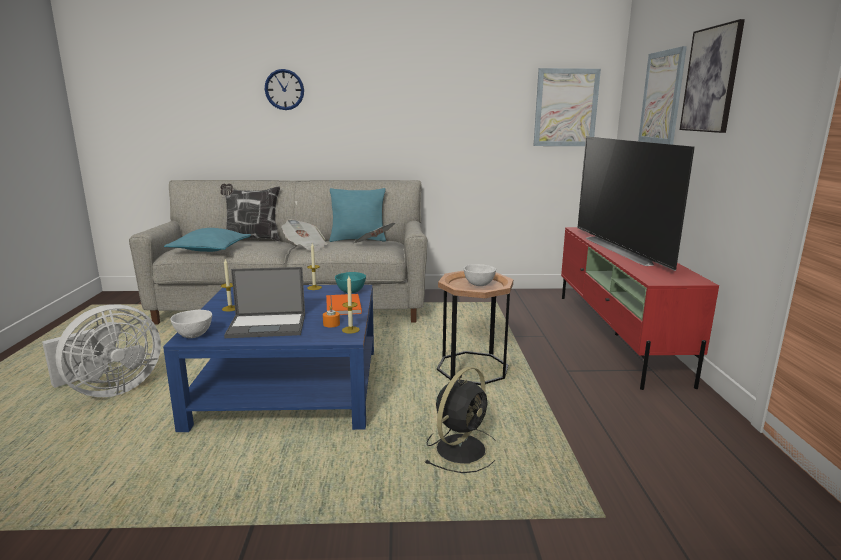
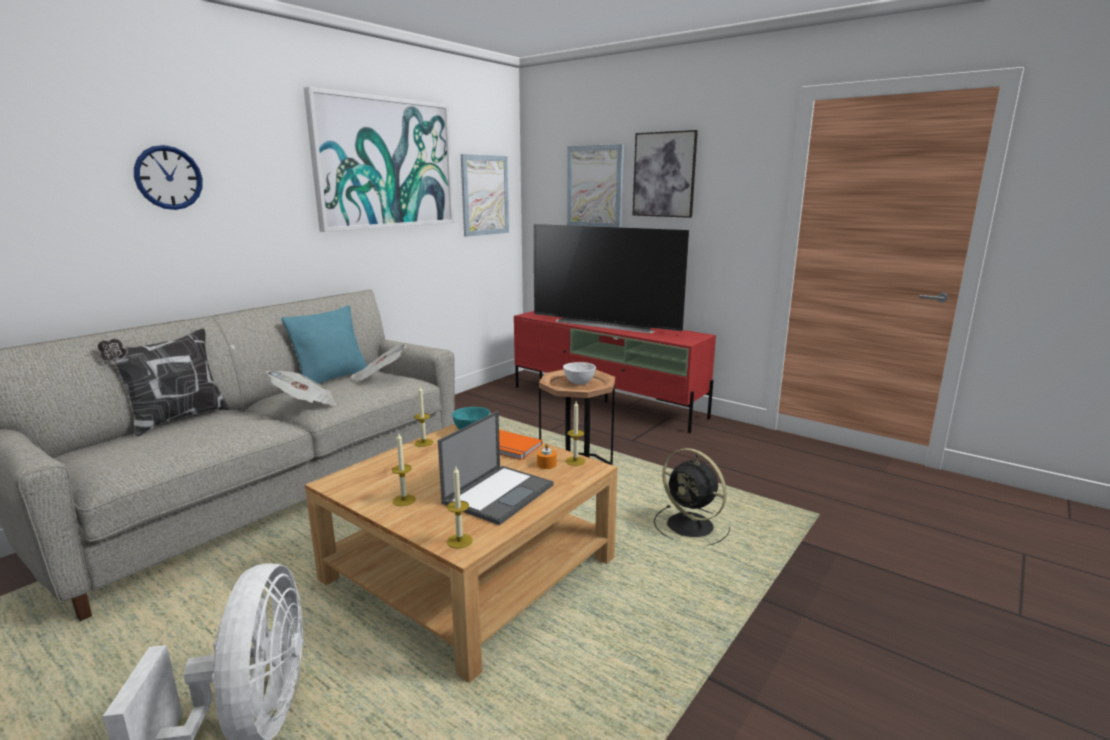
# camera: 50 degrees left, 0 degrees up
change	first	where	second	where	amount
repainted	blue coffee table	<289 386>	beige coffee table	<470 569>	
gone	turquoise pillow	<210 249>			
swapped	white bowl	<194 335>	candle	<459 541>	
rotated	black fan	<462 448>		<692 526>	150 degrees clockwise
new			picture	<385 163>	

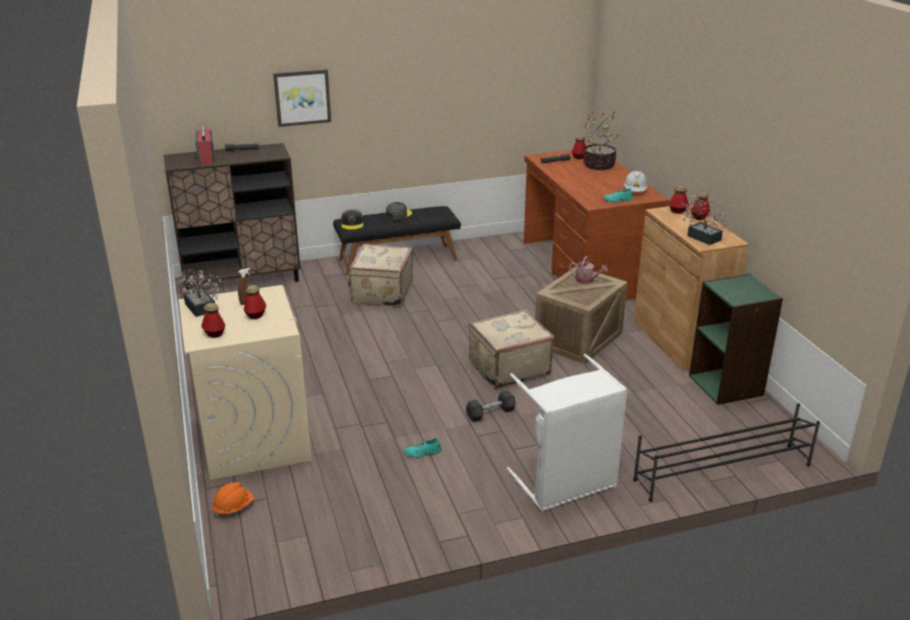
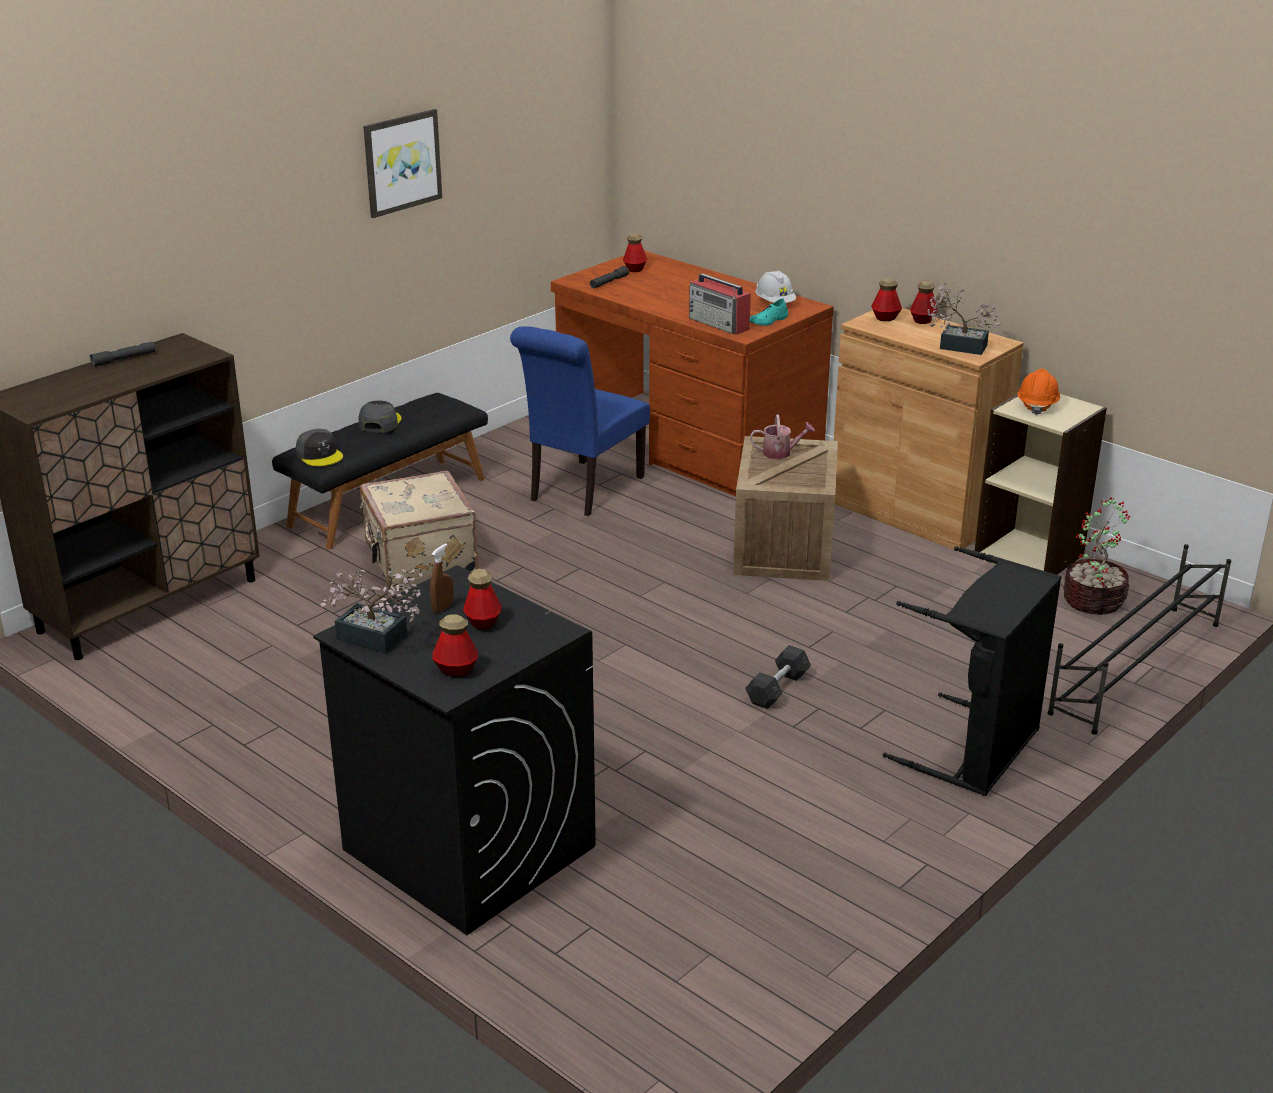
# camera: 30 degrees left, 0 degrees up
change	first	where	second	where	amount
repainted	beige washing machine	<254 438>	black washing machine	<467 847>	
shifted	radio	<206 158>		<719 324>	
shifted	orange hard hat	<233 508>		<1037 405>	
shifted	picture	<302 97>		<402 162>	
gone	turquoise shoe	<422 453>			
gone	beige suitcase	<508 368>			
repainted	white laundry basket	<566 485>	black laundry basket	<977 750>	
shifted	potted plant	<599 165>		<1093 600>	
repainted	green bookcase	<726 385>	beige bookcase	<1029 555>	
new			blue chair	<582 491>	

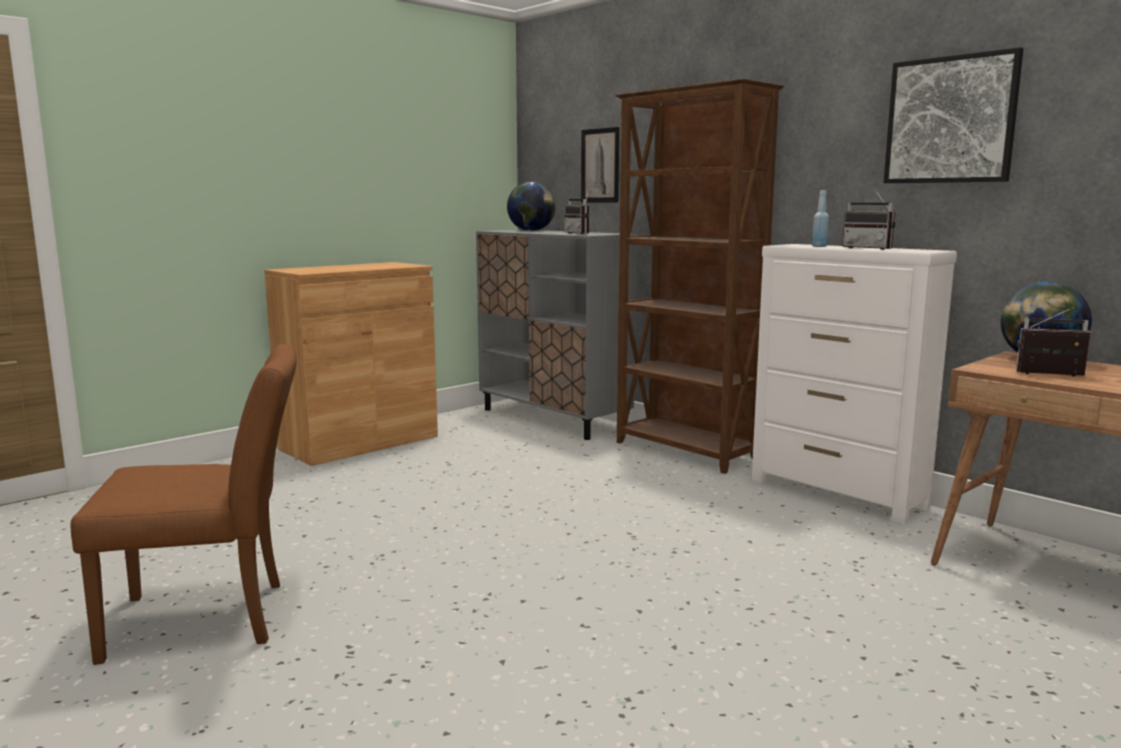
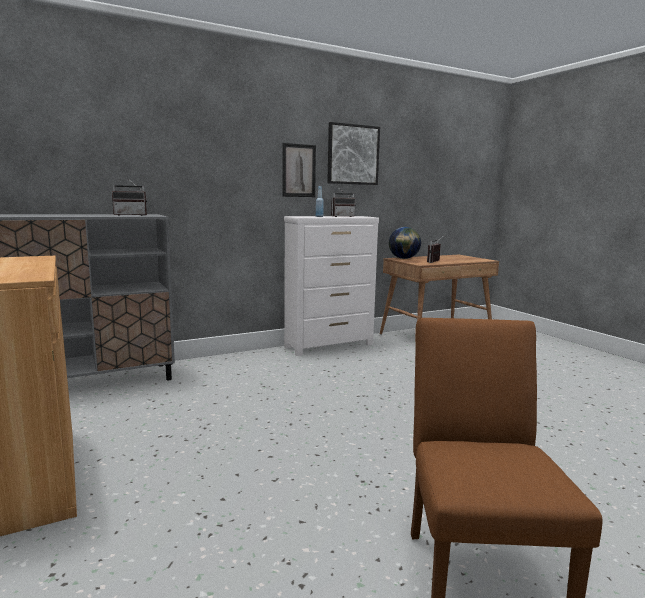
# camera: 75 degrees left, 0 degrees up
change	first	where	second	where	amount
gone	globe	<531 231>			
shifted	picture	<600 165>		<298 170>	
gone	brown bookcase	<685 452>			

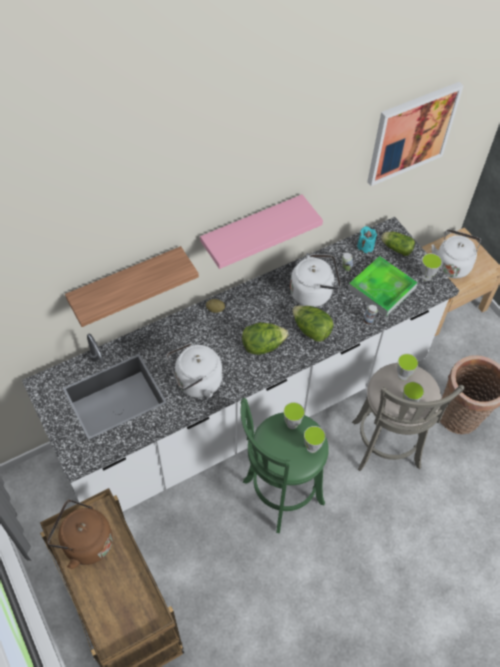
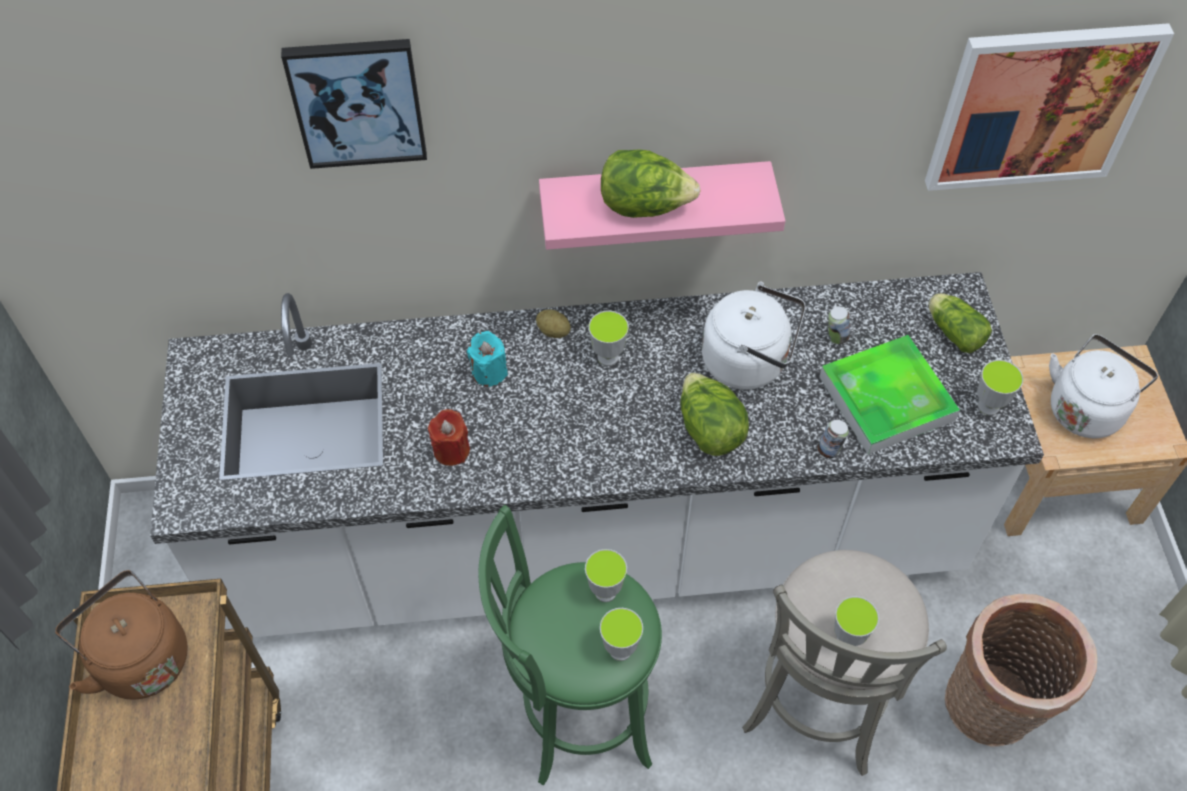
# camera: 25 degrees right, 0 degrees up
change	first	where	second	where	amount
gone	shelf	<126 283>			
swapped	white kettle	<196 383>	red candle	<451 450>	
shifted	lettuce	<263 346>		<644 206>	
shifted	turquoise candle	<365 246>		<489 372>	
shifted	cup	<403 375>		<608 357>	
new			picture	<357 102>	

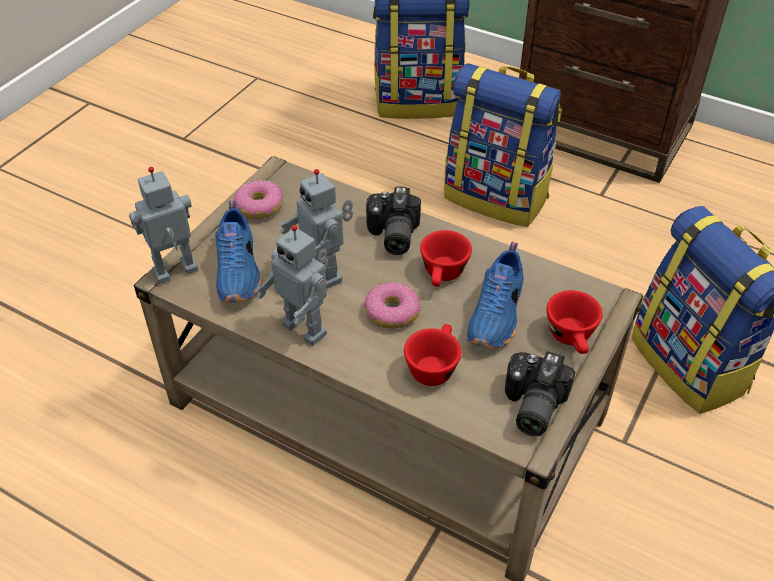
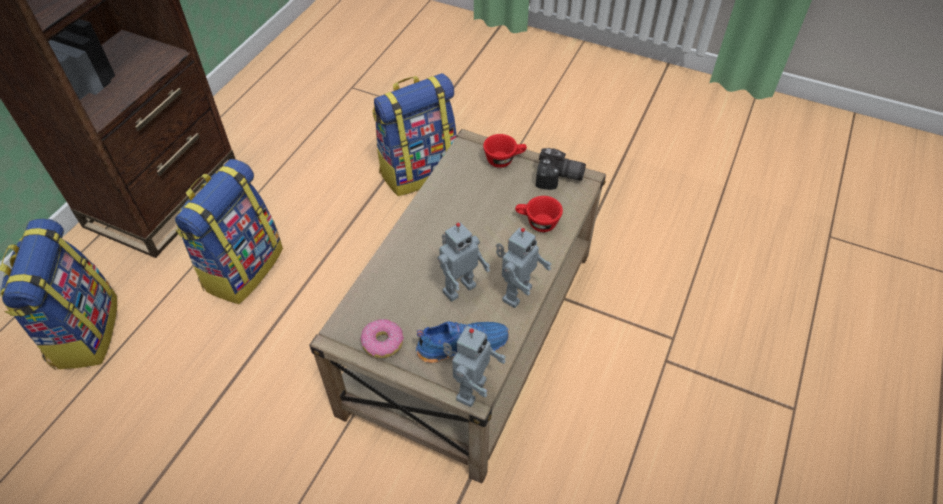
# camera: 95 degrees left, 5 degrees up
change	first	where	second	where	amount
rotated	toy robot	<176 273>		<469 389>	120 degrees counterclockwise
gone	donut	<392 312>			
gone	photo camera	<391 235>			
gone	red cup	<443 276>			
gone	blue shoe	<497 315>			

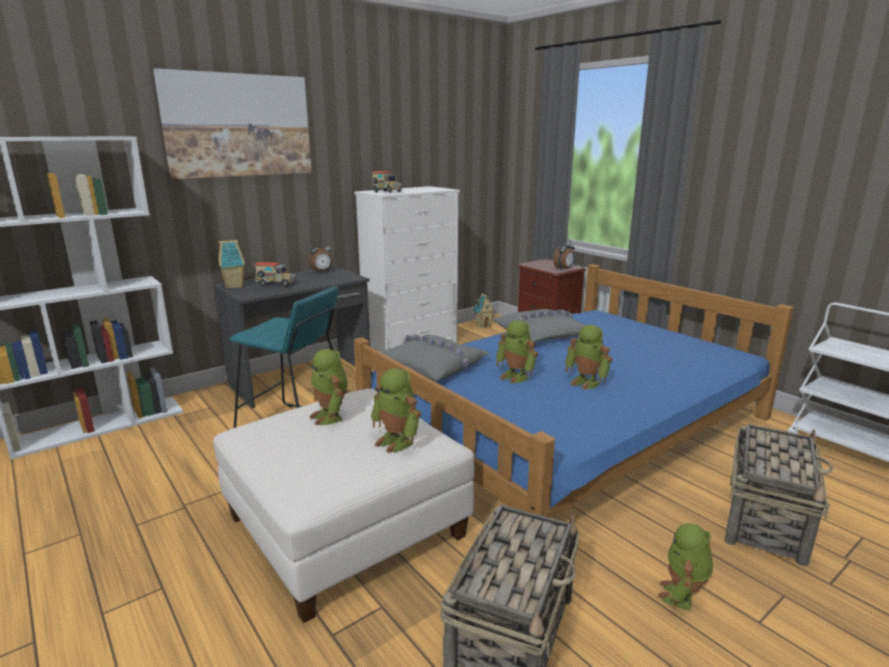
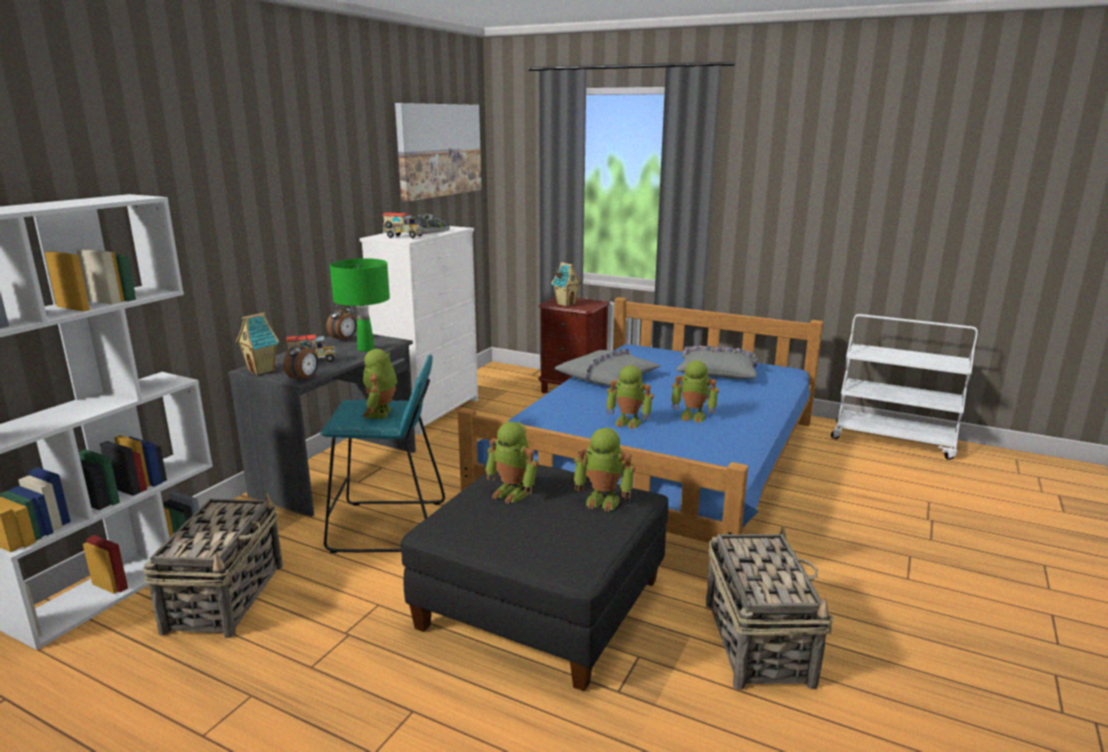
# camera: 25 degrees left, 0 degrees up
change	first	where	second	where	amount
shifted	picture	<238 125>		<439 150>	
repainted	white ottoman	<346 526>	black ottoman	<542 603>	
shifted	grey pillow	<432 366>		<717 371>	
shifted	toy house	<483 326>		<566 304>	
shifted	alarm clock	<564 269>		<304 379>	
shifted	toy robot	<682 596>		<381 413>	
shifted	basket	<765 519>		<226 596>	
new			green table lamp	<366 349>	
new			shoe	<433 231>	

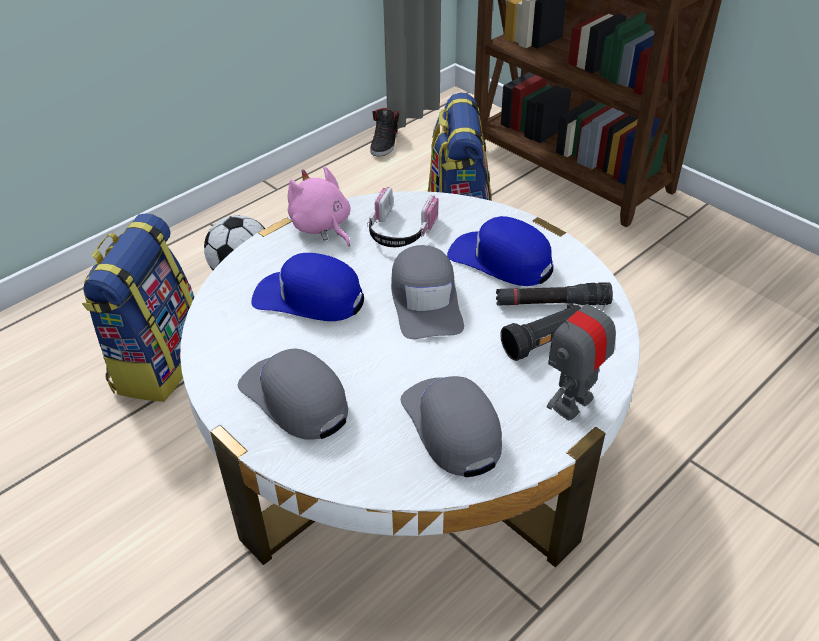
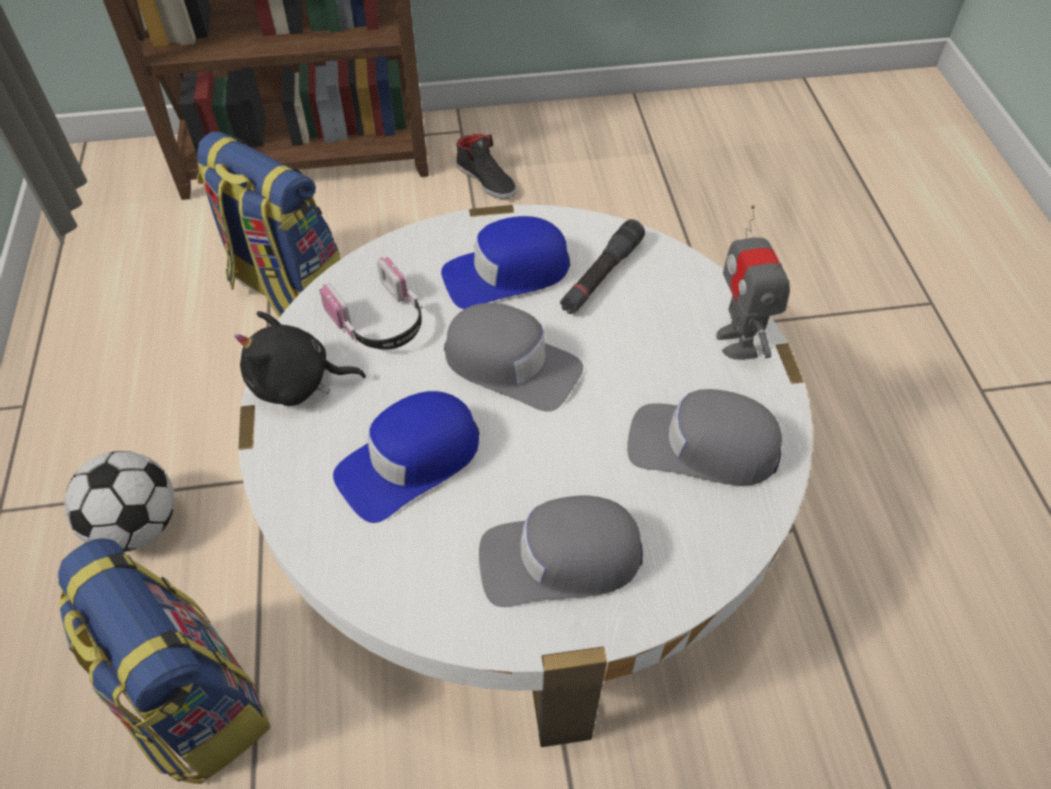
# camera: 55 degrees left, 10 degrees up
change	first	where	second	where	amount
repainted	pink plush toy	<322 227>	black plush toy	<297 383>	
shifted	black shoe	<385 143>		<487 179>	
gone	black flashlight	<544 342>			

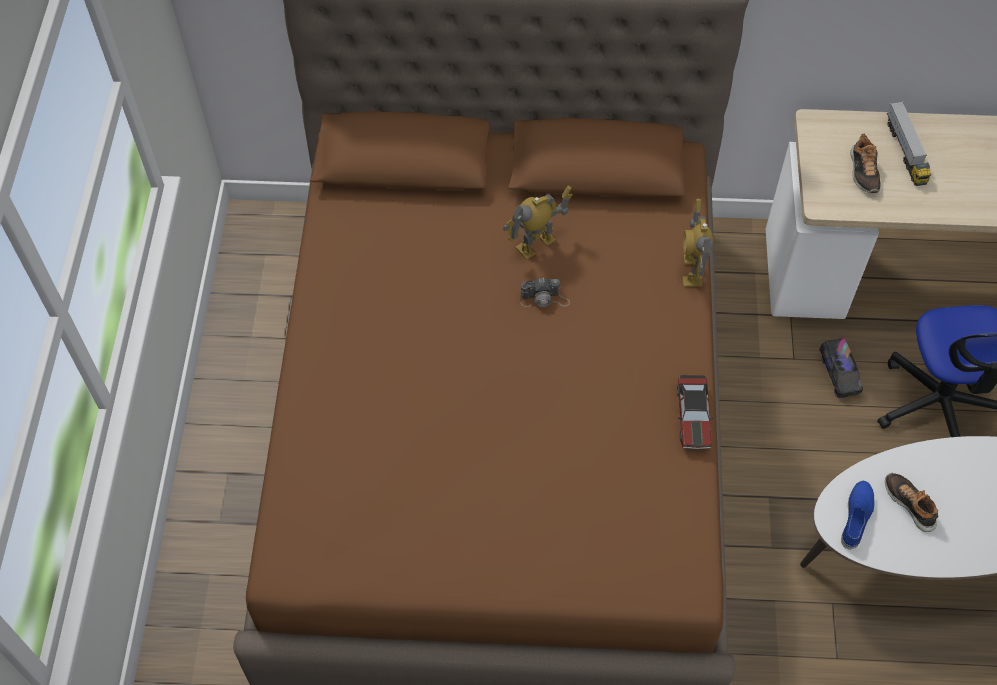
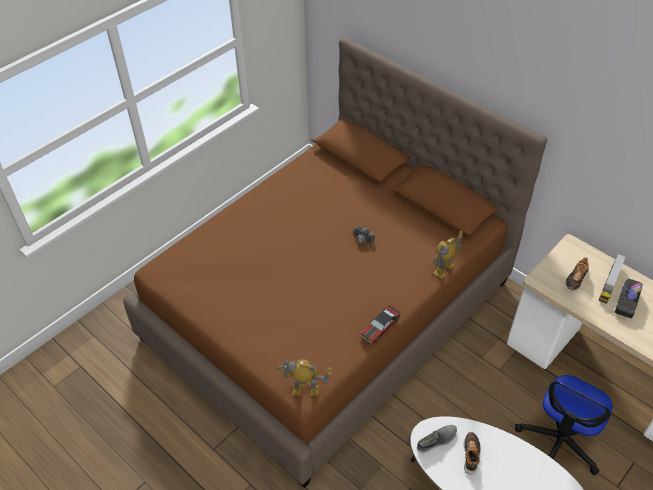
# camera: 40 degrees right, 10 degrees down
change	first	where	second	where	amount
shifted	toy robot	<536 245>		<305 390>	
shifted	toy truck	<839 373>		<626 303>	
repainted	blue shoe	<856 517>	grey shoe	<437 440>	

